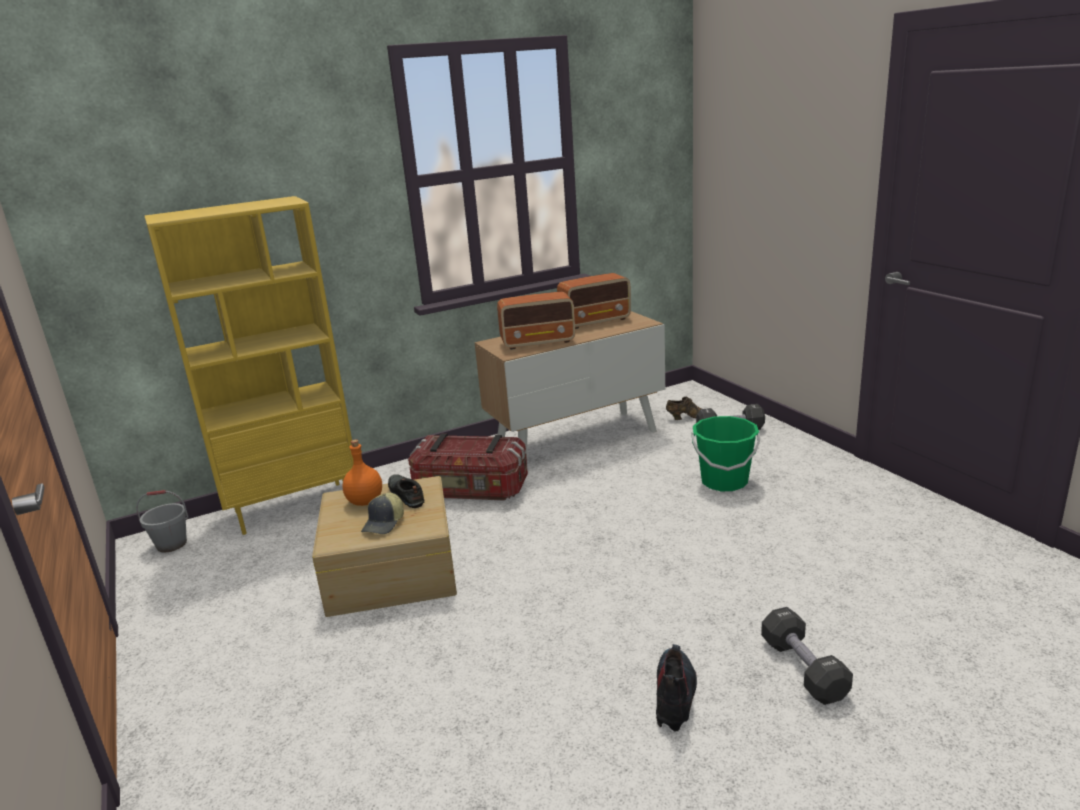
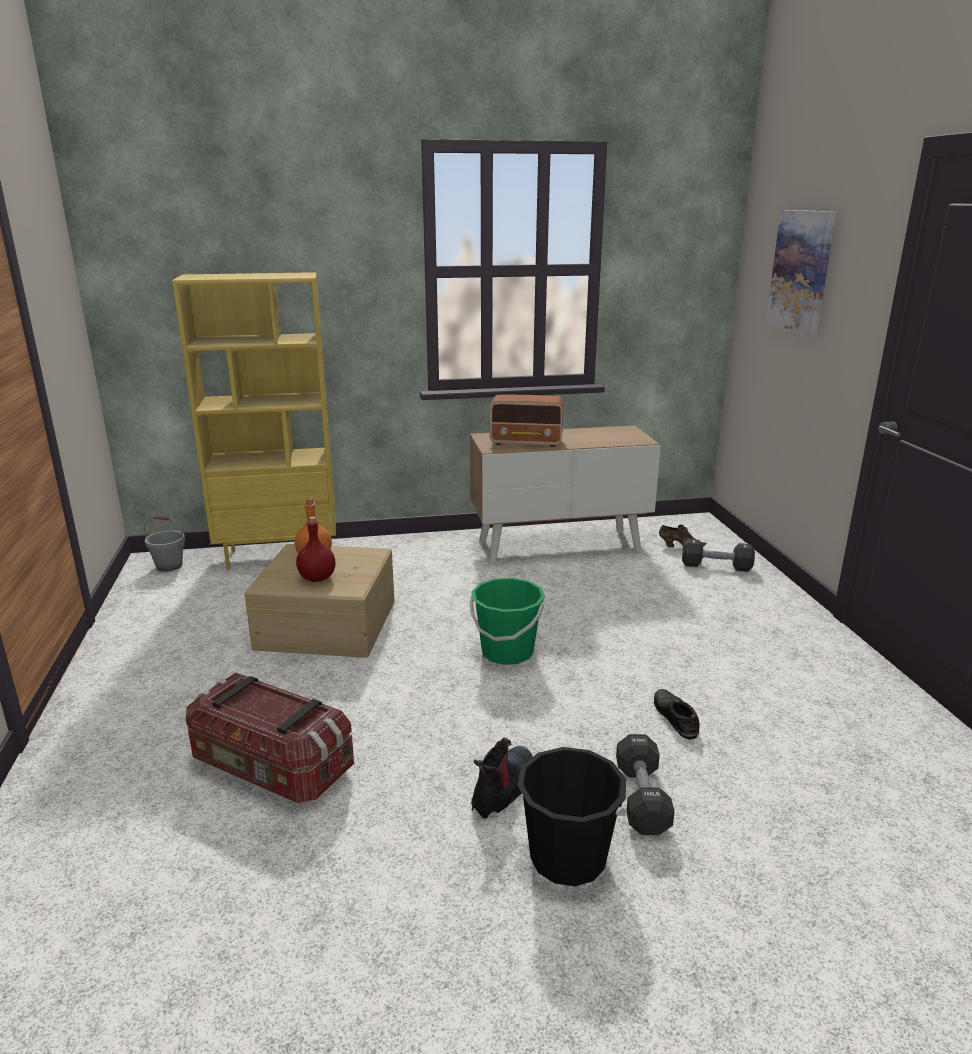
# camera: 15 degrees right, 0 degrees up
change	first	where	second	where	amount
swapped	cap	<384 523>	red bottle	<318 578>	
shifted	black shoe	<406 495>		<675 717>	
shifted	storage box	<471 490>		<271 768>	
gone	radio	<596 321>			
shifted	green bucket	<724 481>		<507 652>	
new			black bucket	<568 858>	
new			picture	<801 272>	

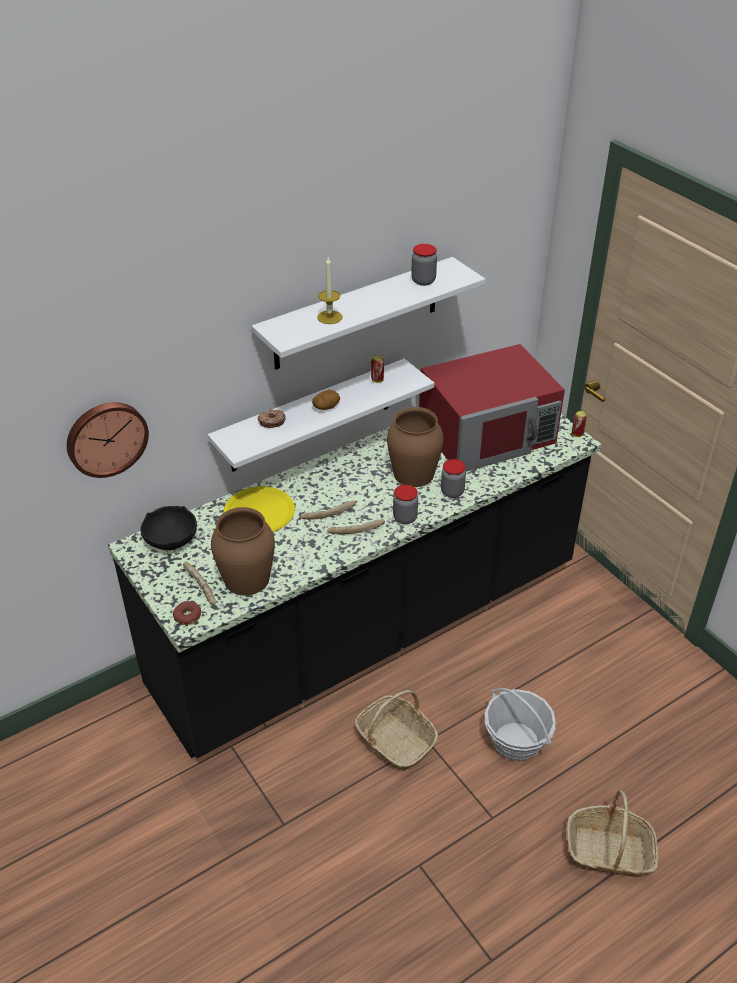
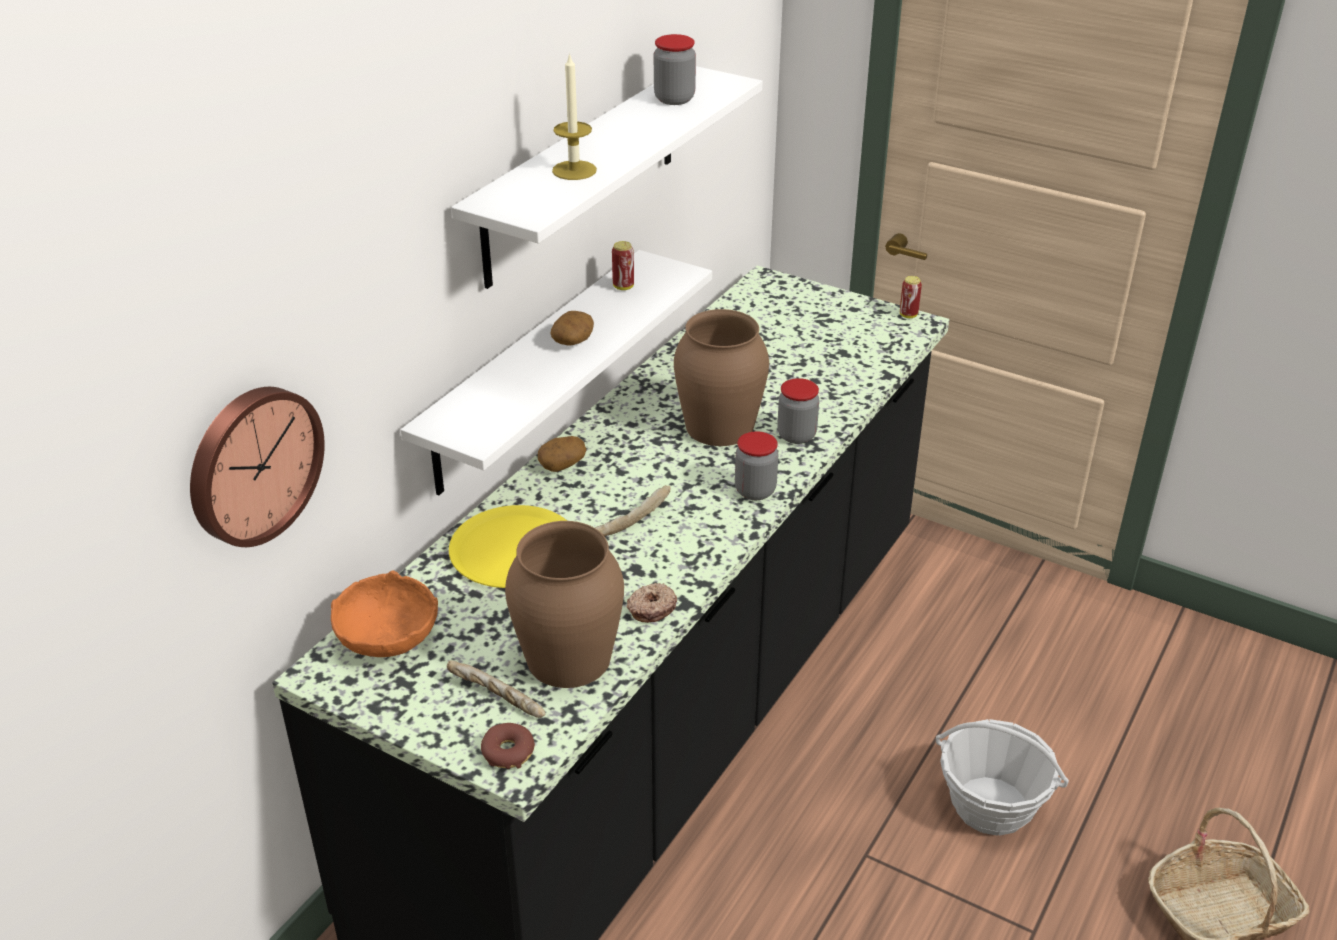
# camera: 25 degrees left, 5 degrees down
change	first	where	second	where	amount
repainted	black bowl	<171 539>	orange bowl	<389 637>	
shifted	donut	<272 421>		<651 608>	
gone	bread	<356 530>			
gone	basket	<395 740>			
gone	red microwave	<488 432>			
new			potato	<562 464>	

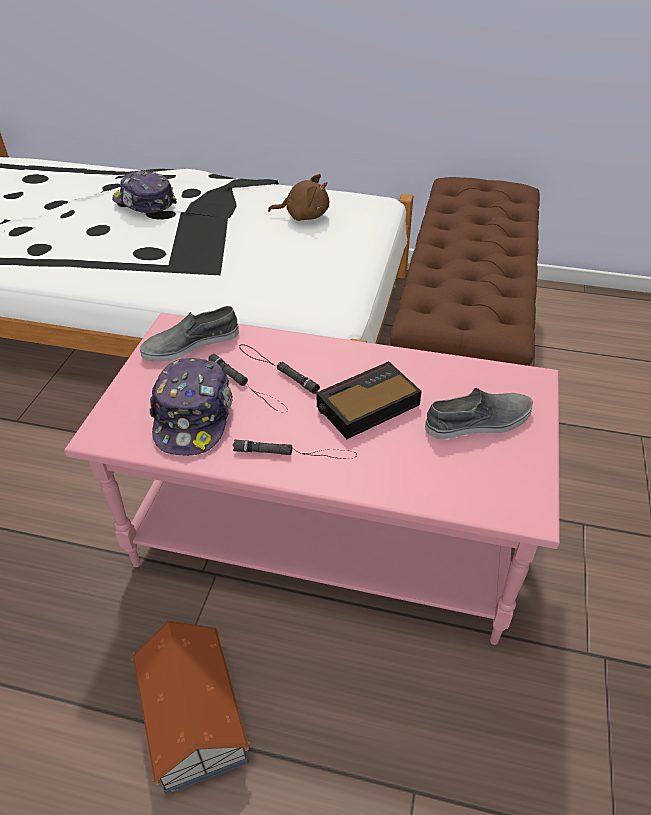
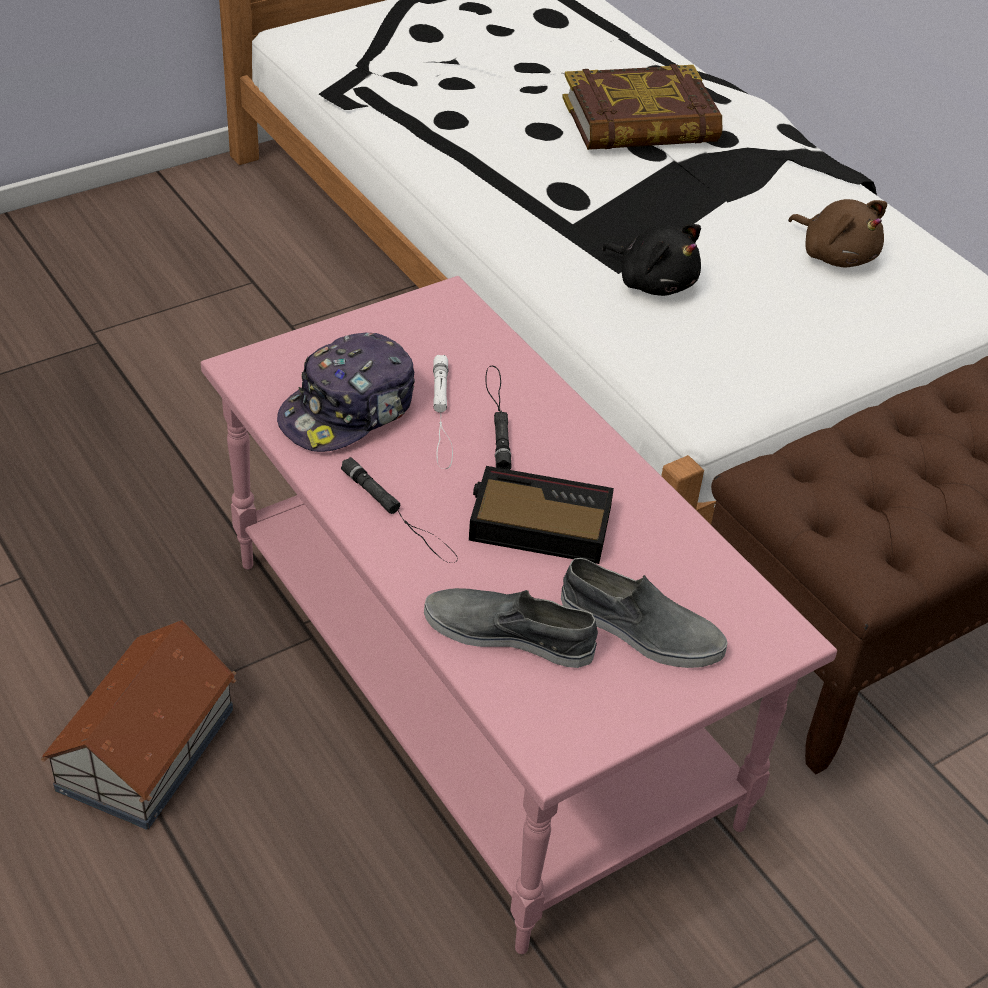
# camera: 40 degrees right, 0 degrees up
change	first	where	second	where	amount
swapped	cap	<144 202>	book	<640 121>	
shifted	grey shoe	<190 344>		<509 634>	
repainted	black flashlight	<248 386>	white flashlight	<442 416>	
new			black plush toy	<653 282>	

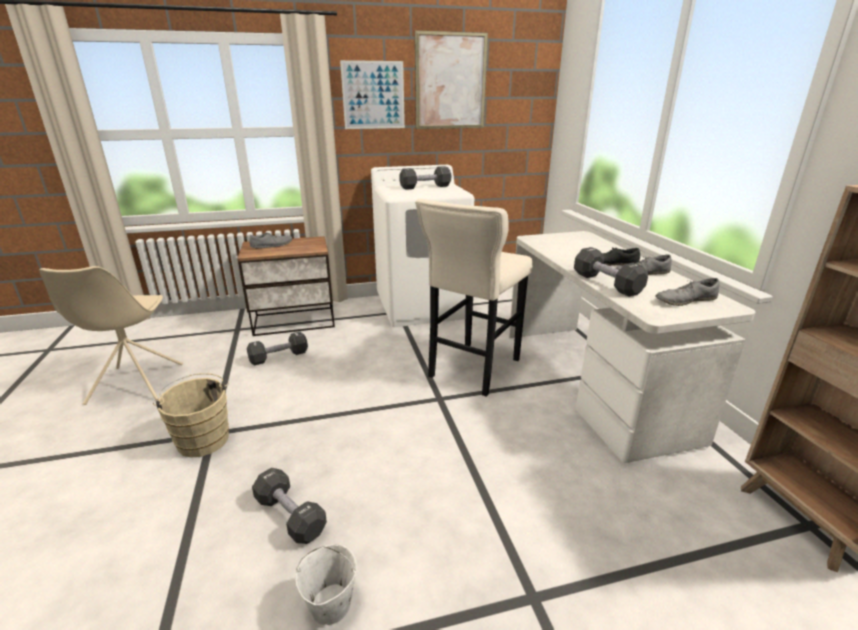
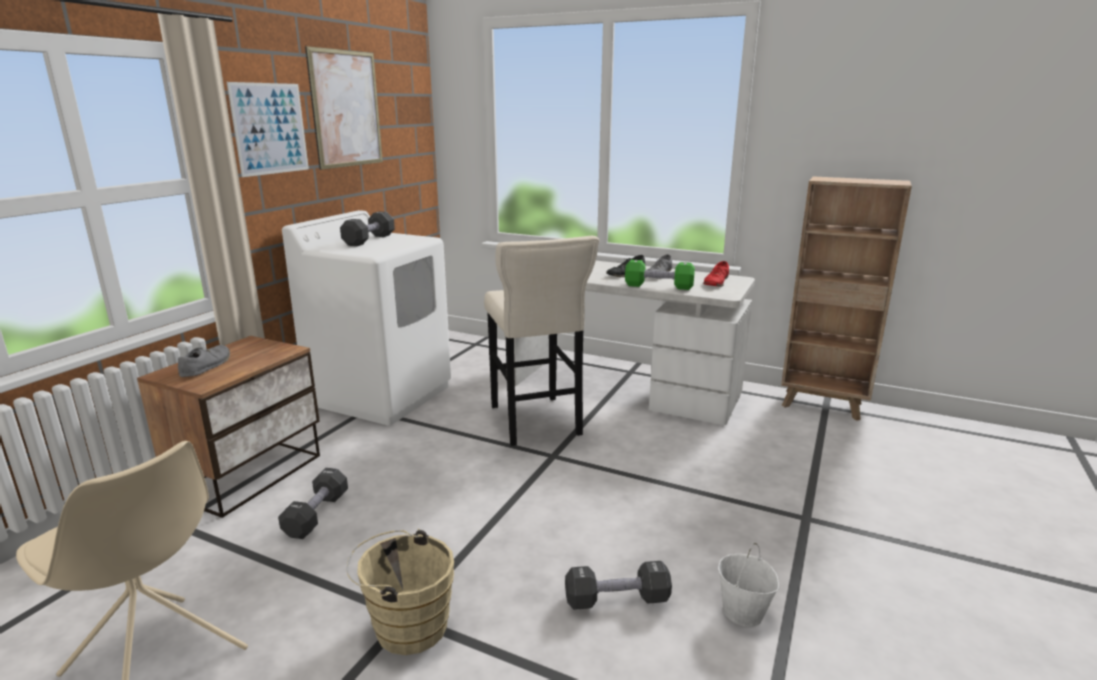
# camera: 50 degrees left, 5 degrees down
change	first	where	second	where	amount
repainted	black dumbbell	<606 284>	green dumbbell	<658 286>	
repainted	grey shoe	<685 300>	red shoe	<716 282>	

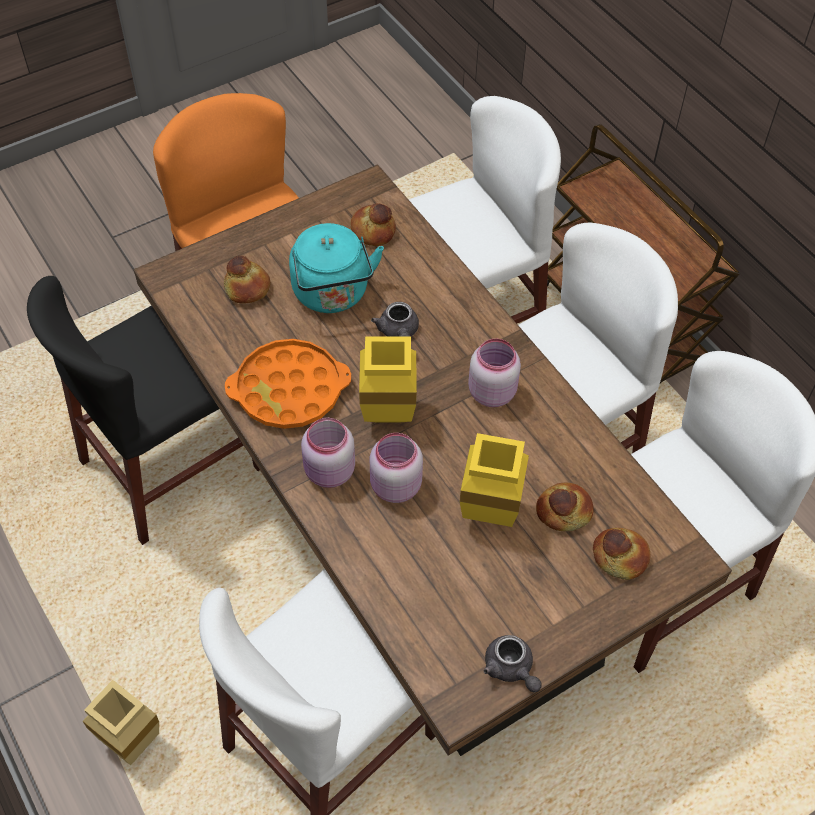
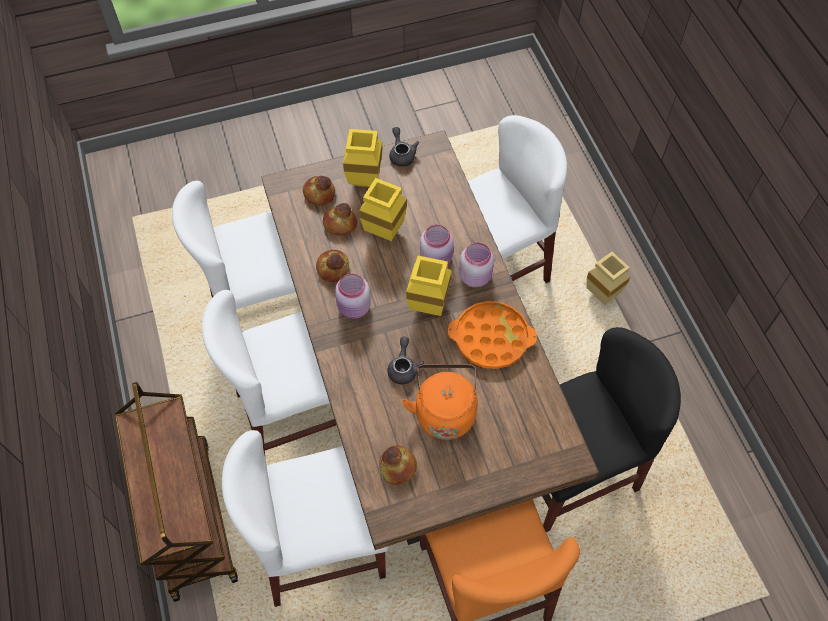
# camera: 165 degrees left, 5 degrees up
change	first	where	second	where	amount
shifted	bread	<247 288>		<333 269>	
repainted	turquoise kettle	<332 294>	orange kettle	<444 411>	
new			yellow vase	<367 180>	

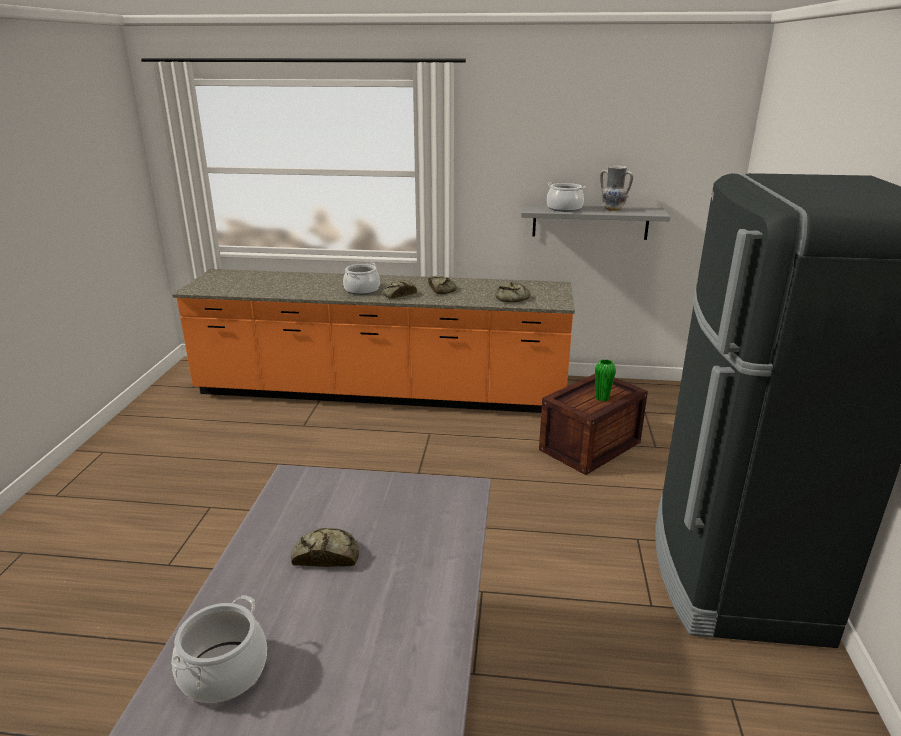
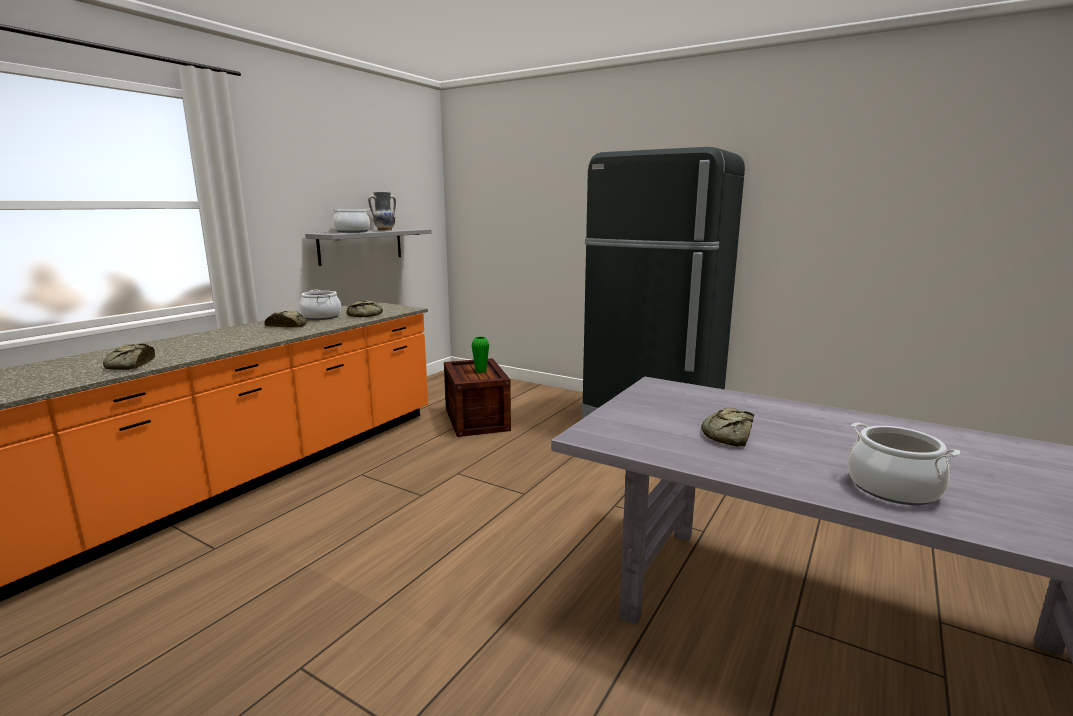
# camera: 65 degrees left, 10 degrees down
change	first	where	second	where	amount
shifted	cooking pot	<362 290>		<321 317>	
shifted	bread	<398 294>		<130 365>	

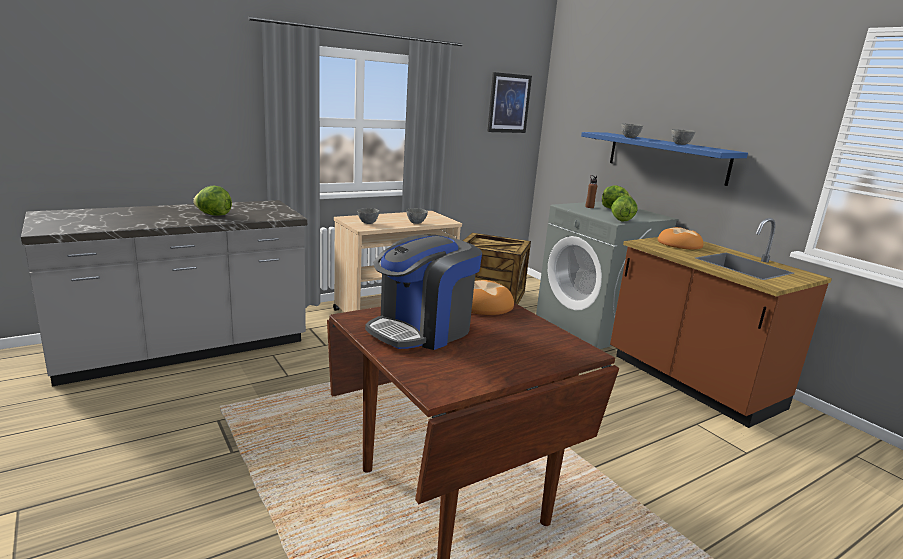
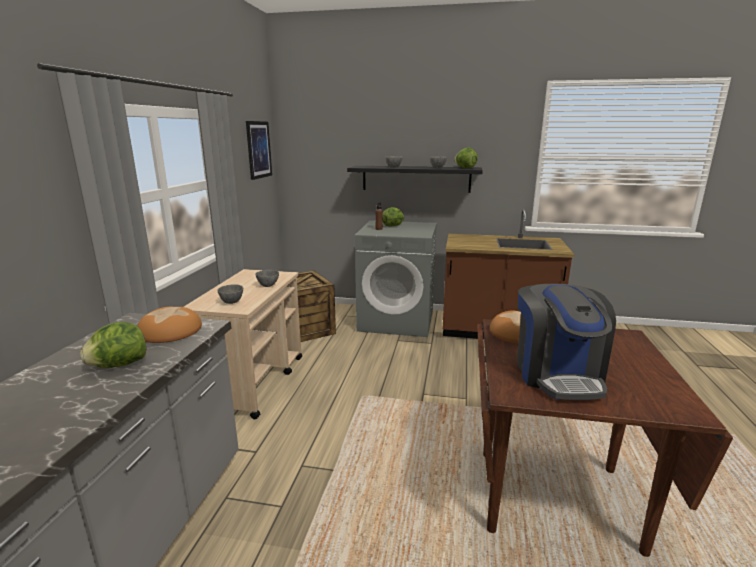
# camera: 45 degrees left, 0 degrees up
change	first	where	second	where	amount
repainted	blue shelf	<666 157>	black shelf	<416 178>	
shifted	lettuce	<621 220>		<465 168>	
shifted	bread	<679 244>		<170 331>	

